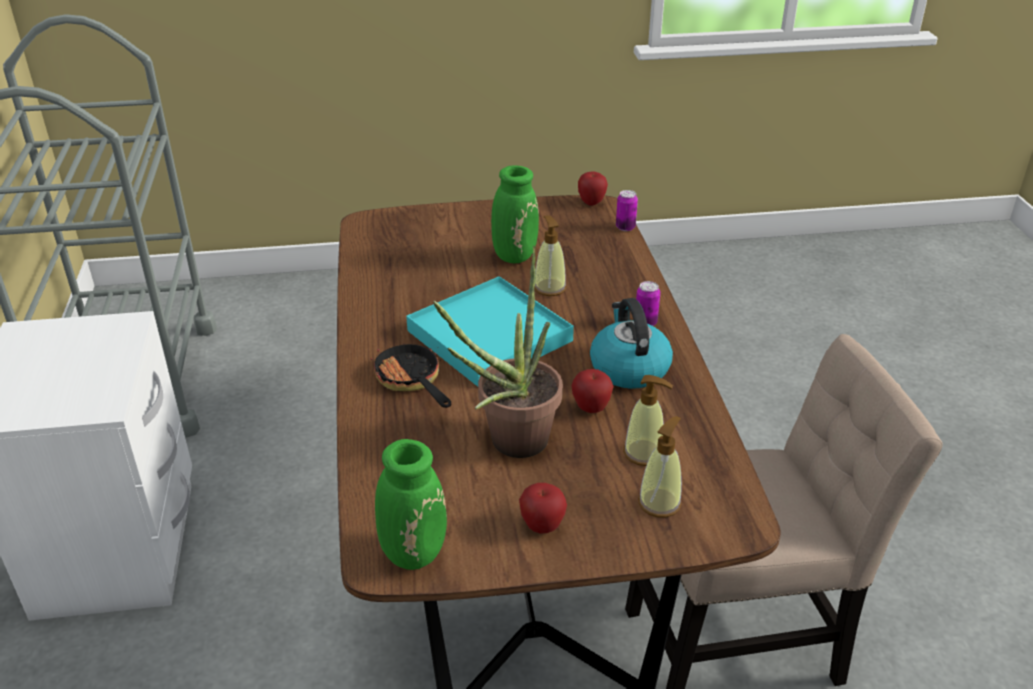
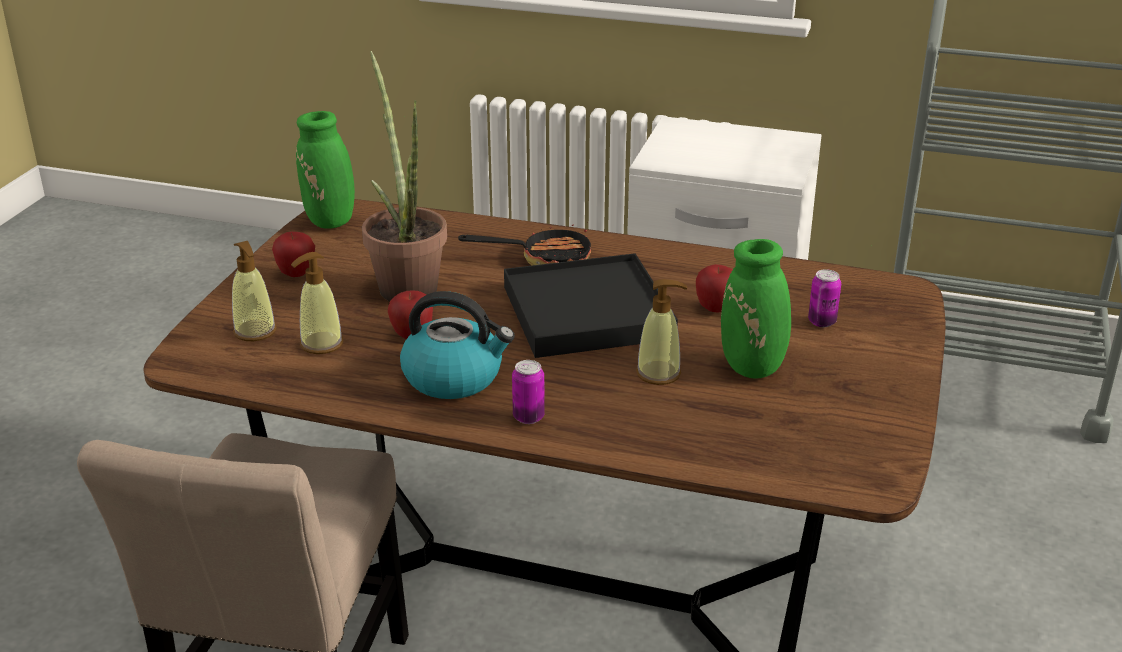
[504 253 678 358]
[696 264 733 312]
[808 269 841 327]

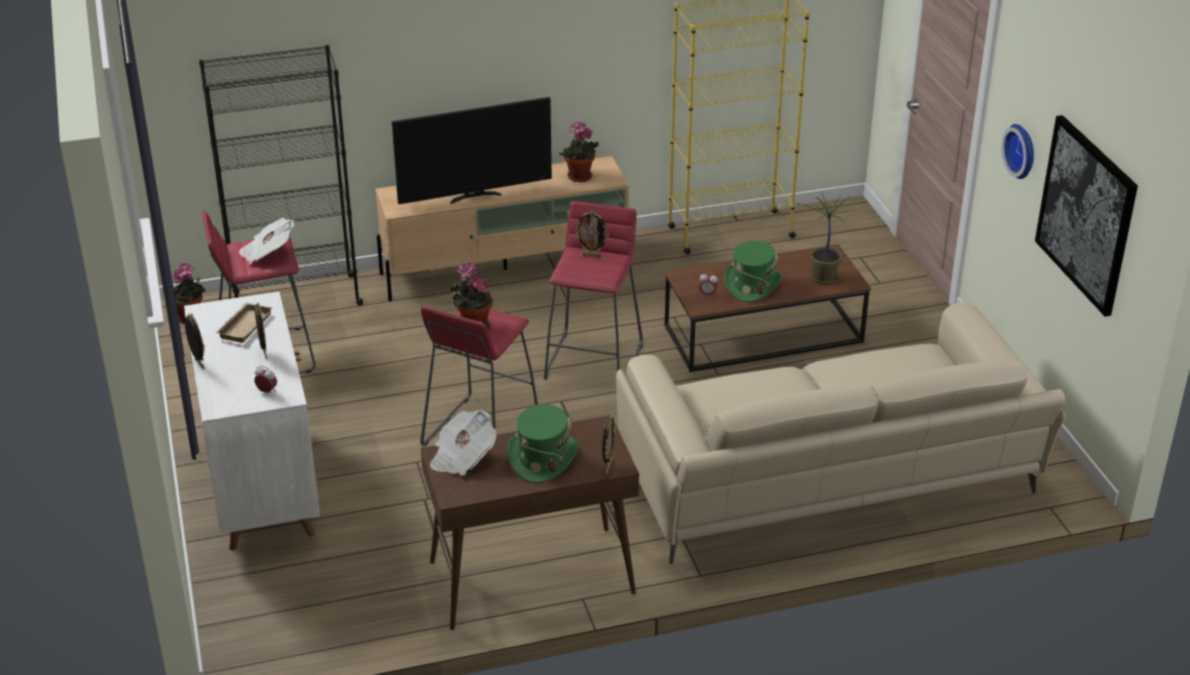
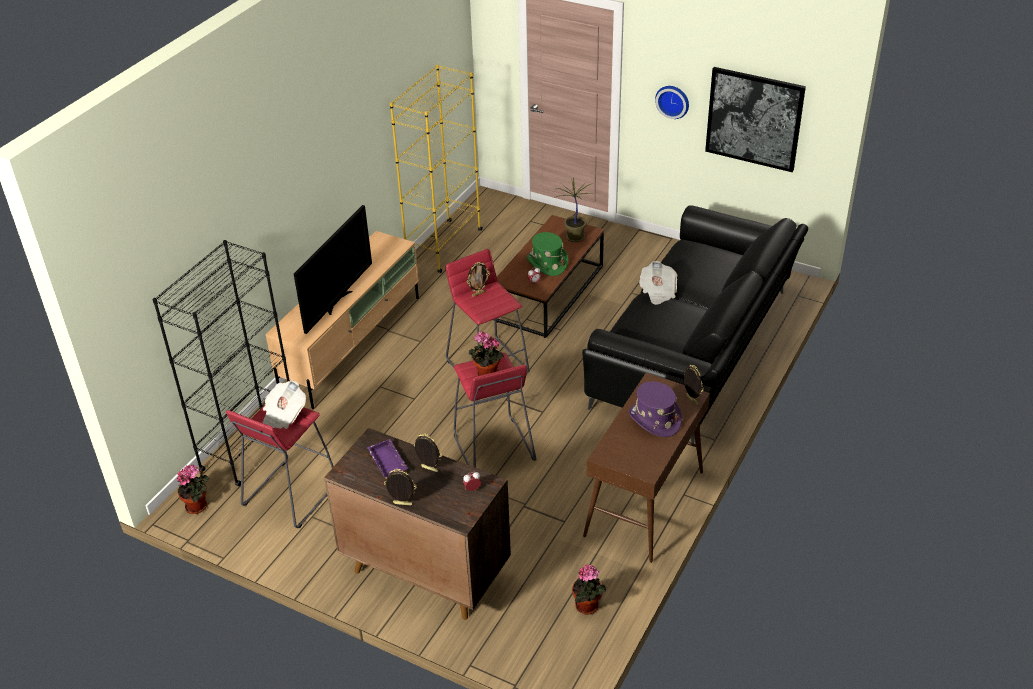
[324 428 511 620]
[367 439 408 478]
[572 565 606 614]
[582 205 808 443]
[629 381 682 437]
[639 261 677 305]

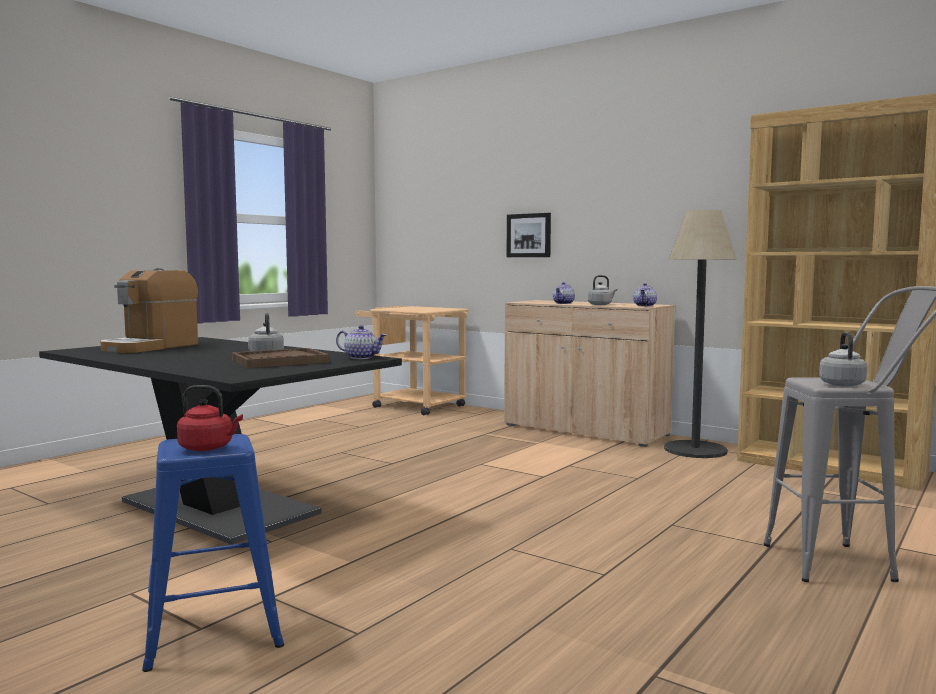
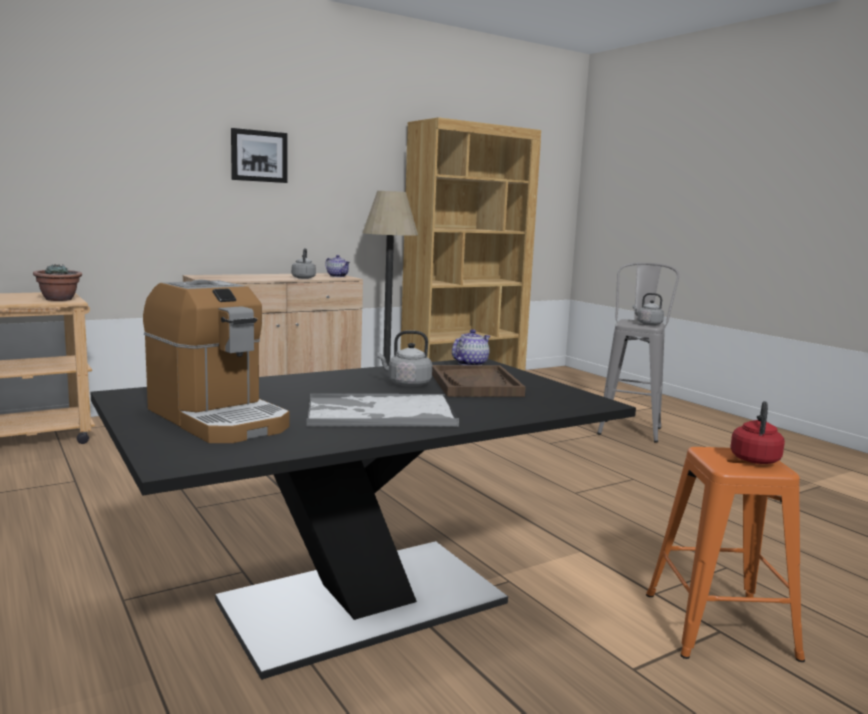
[33 264 82 301]
[231 128 287 183]
[306 394 459 427]
[646 447 805 662]
[553 282 575 304] (first image)

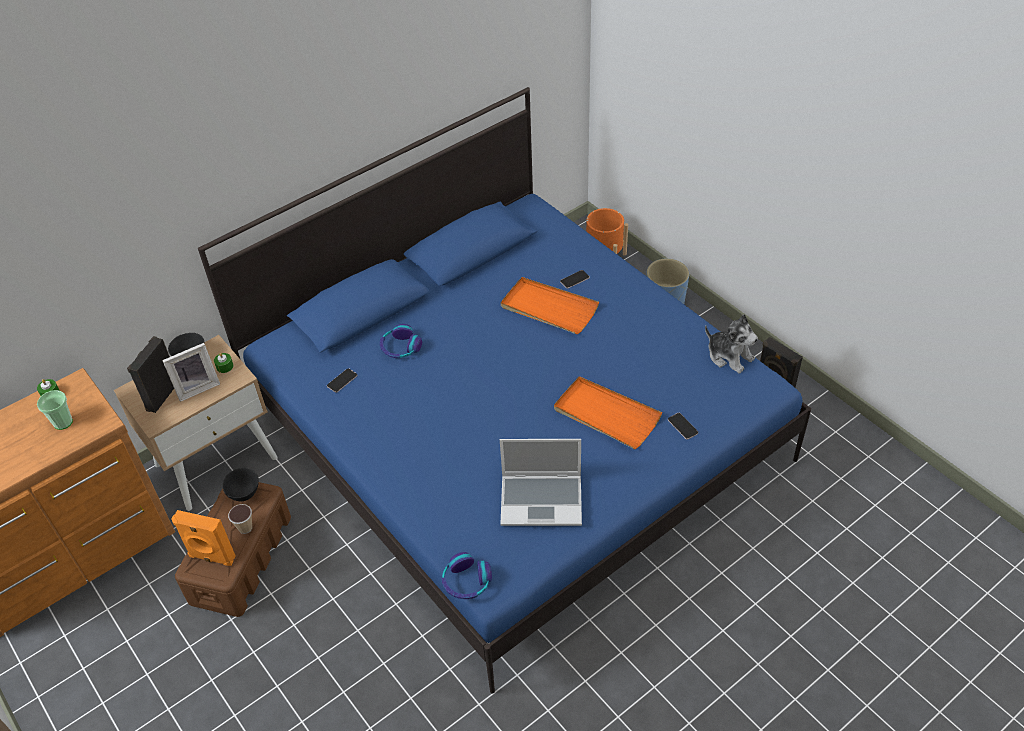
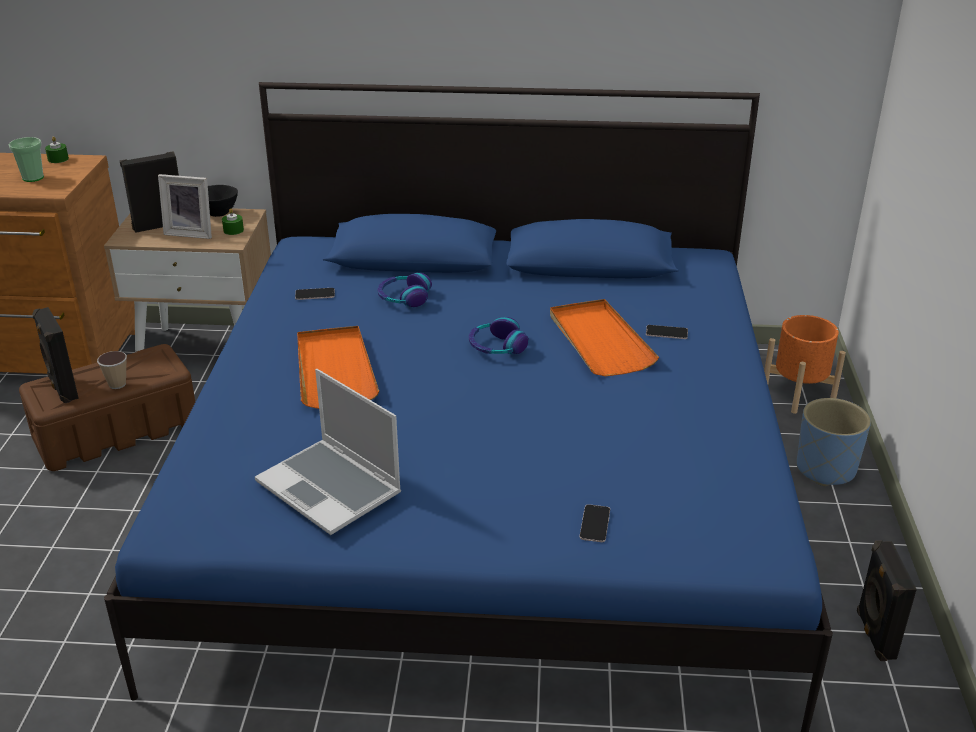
[32 307 79 403]
[297 326 379 409]
[469 317 529 354]
[222 468 259 501] (first image)
[705 314 758 374] (first image)

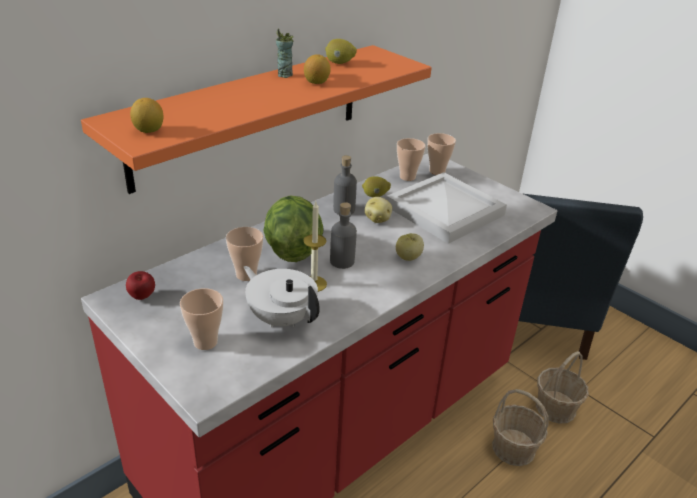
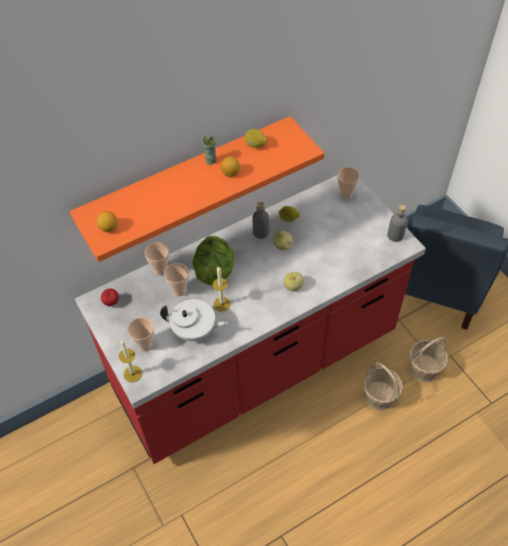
[119 339 142 382]
[145 242 169 275]
[160 299 228 342]
[387 205 408 242]
[386 172 507 244] (first image)

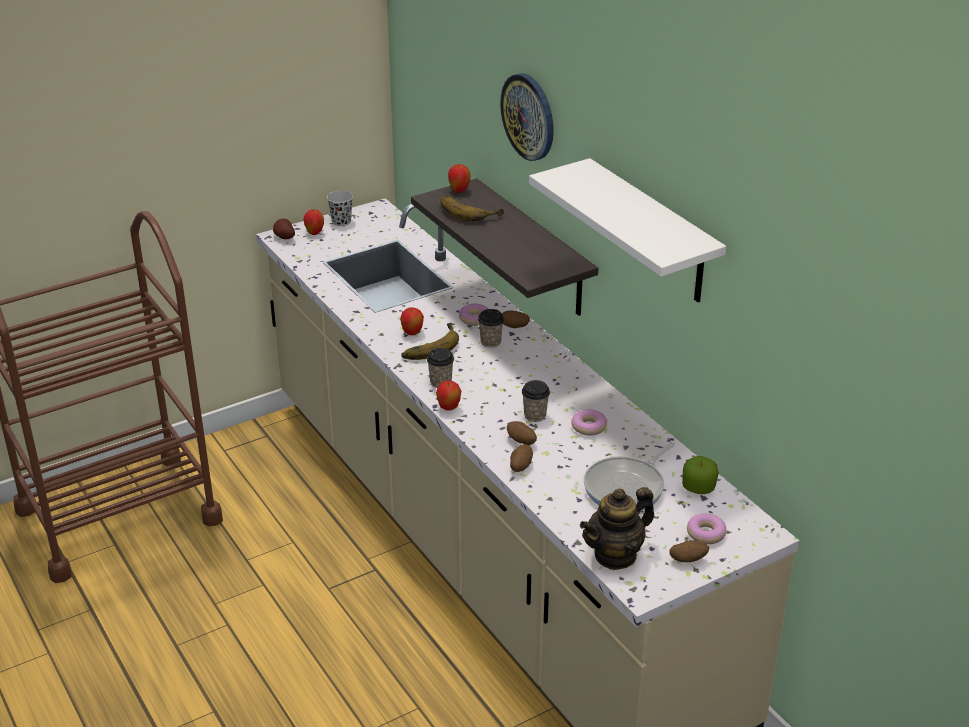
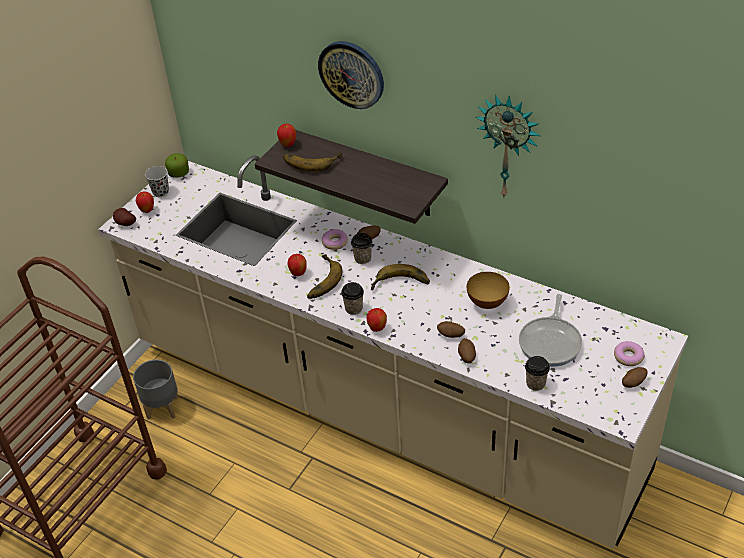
[133 359 179 420]
[165 153 189 178]
[371 264 430 290]
[467 272 510 309]
[476 94 540 199]
[525 356 550 391]
[580 487 654 570] (first image)

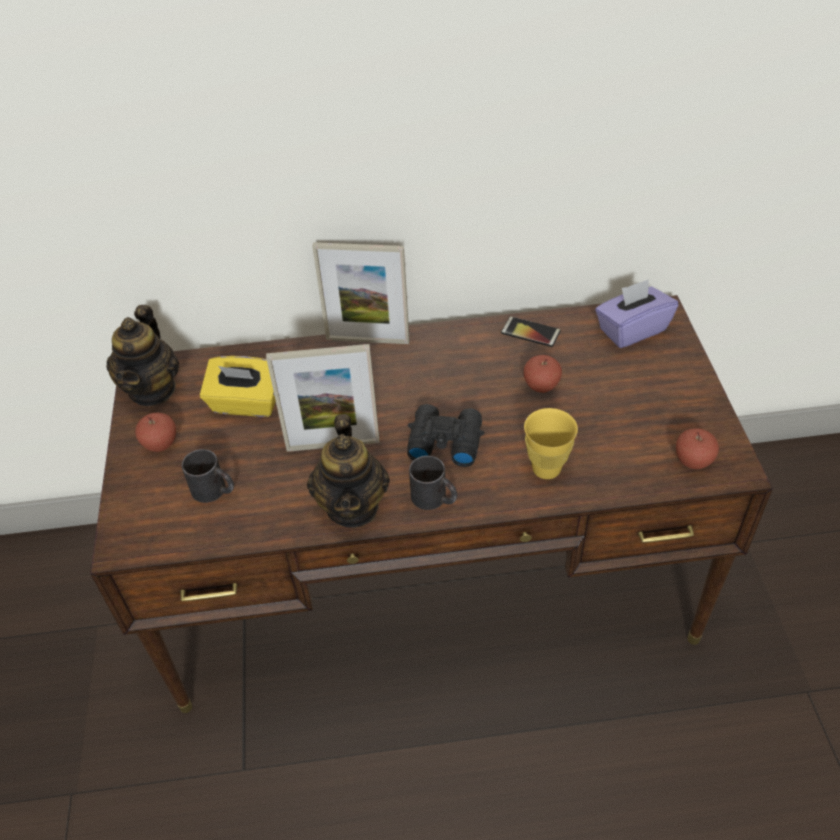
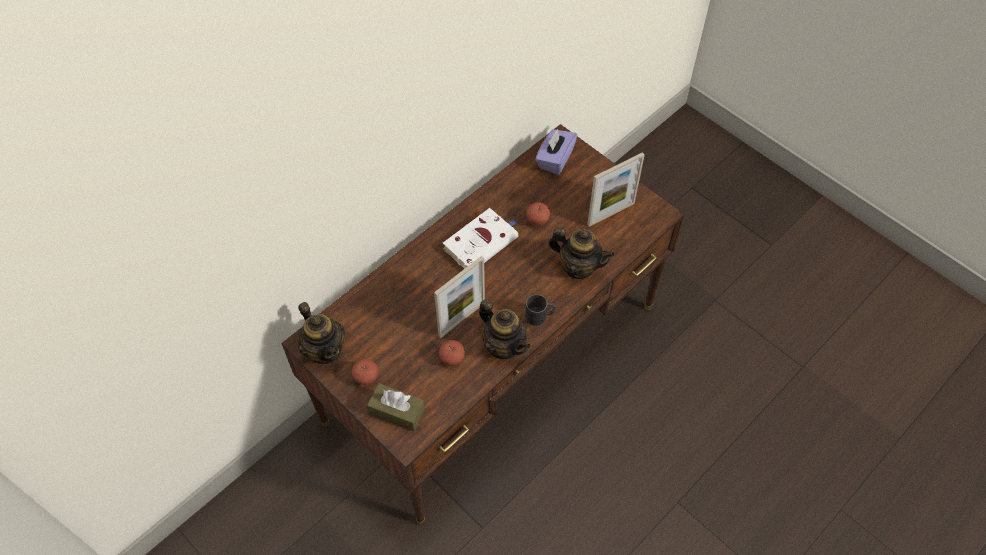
[367 383 425 431]
[439 340 465 366]
[443 208 518 269]
[548 227 615 279]
[587 152 645 227]
[182 449 234 503] (first image)
[200 356 276 417] (first image)
[407 404 484 467] (first image)
[501 316 561 347] (first image)

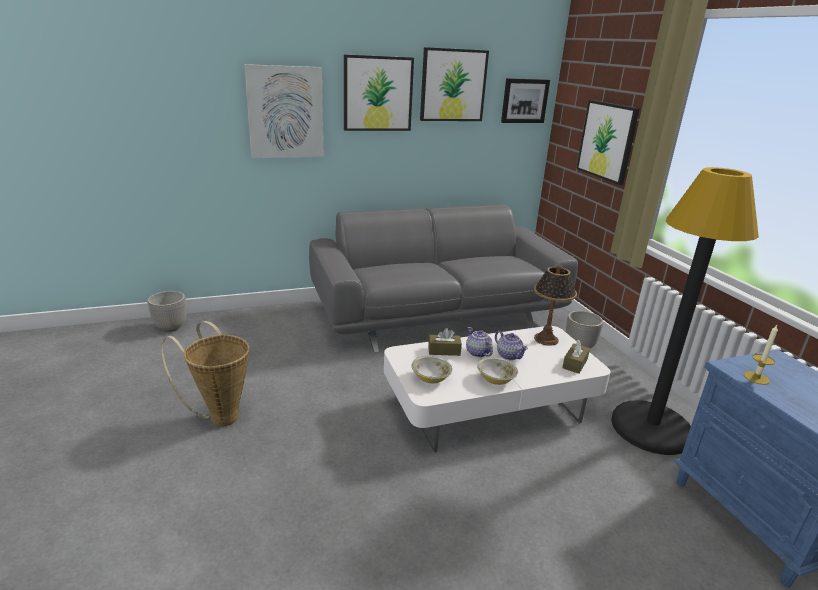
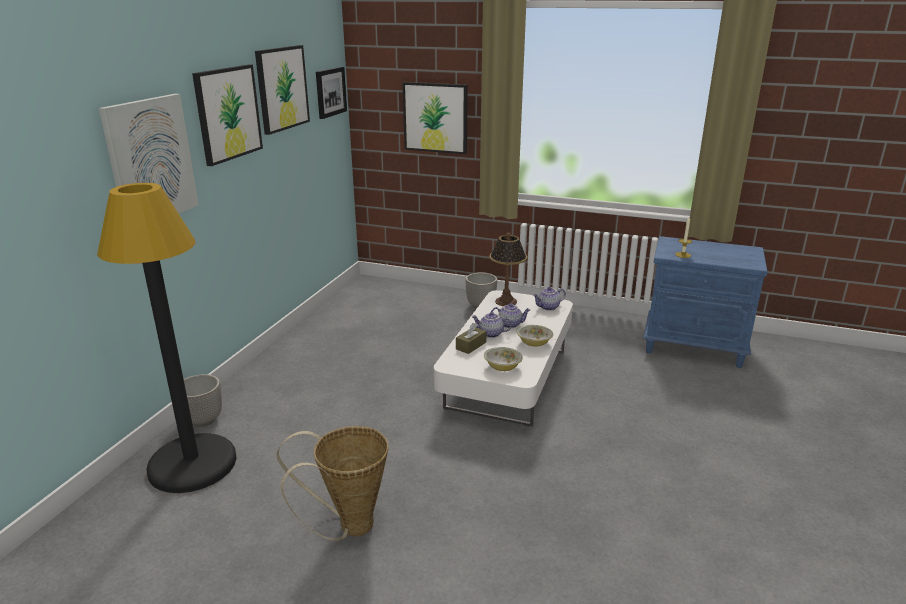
[97 183 237 493]
[184 374 222 427]
[533 287 566 311]
[309 204 578 353] (first image)

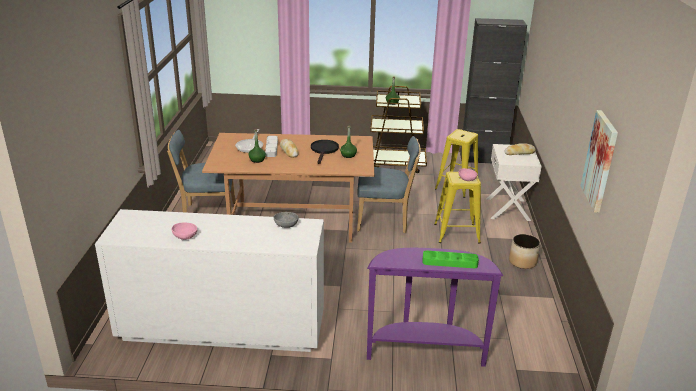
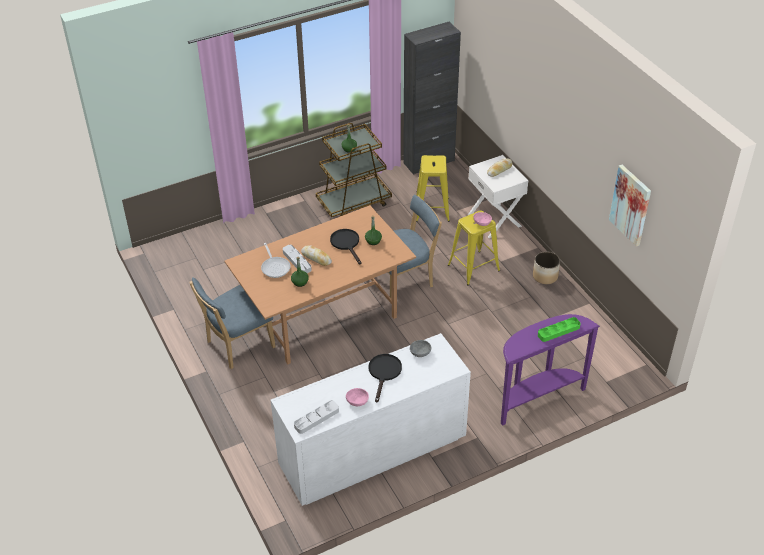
[294 400 339 434]
[369 354 402 403]

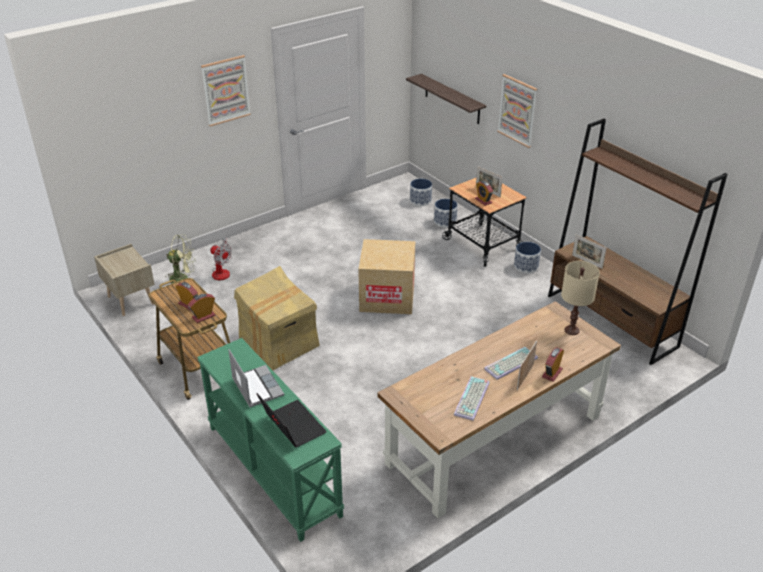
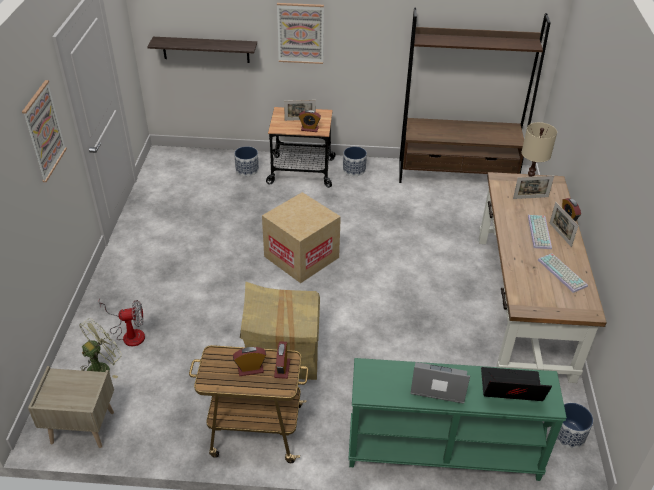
[513 176 554 199]
[556 403 593 448]

